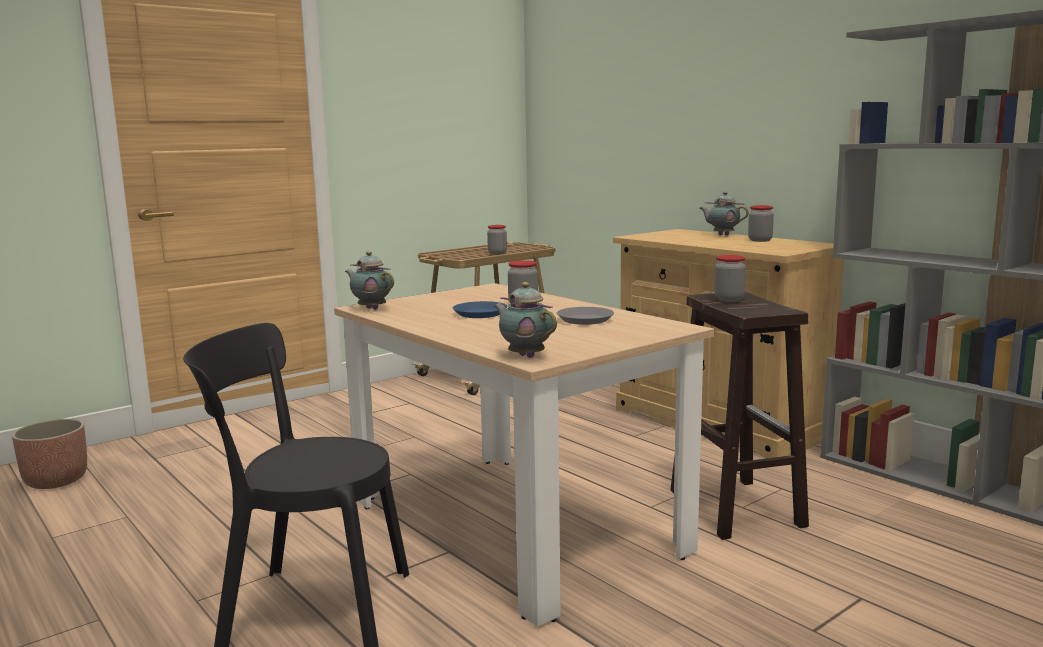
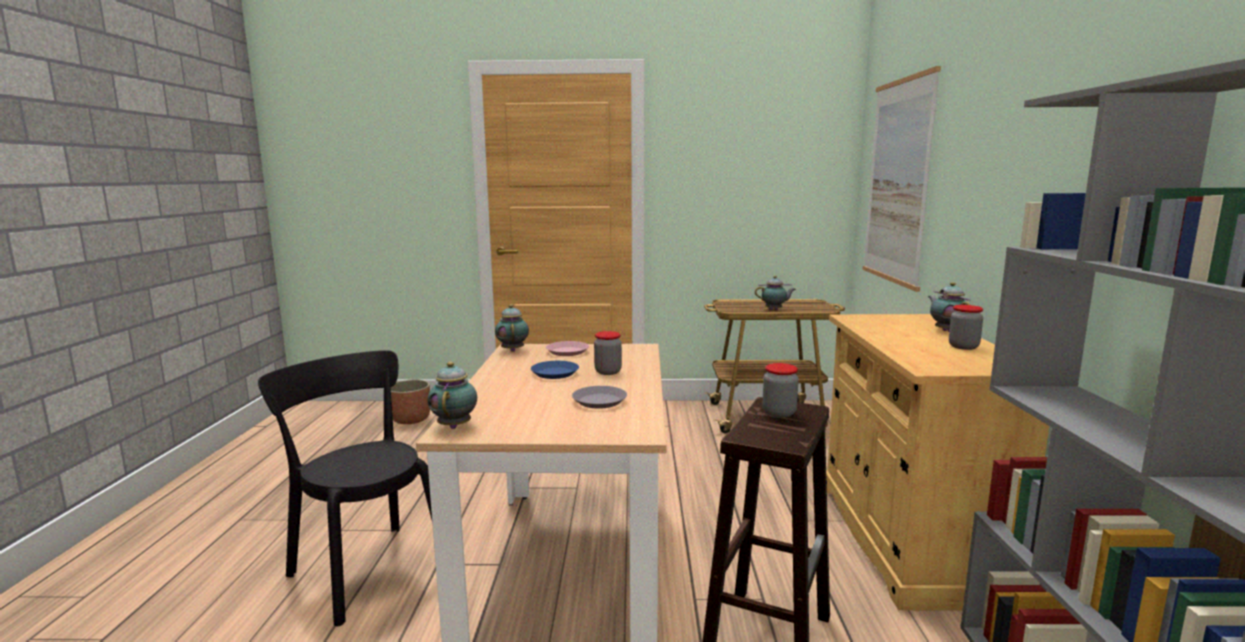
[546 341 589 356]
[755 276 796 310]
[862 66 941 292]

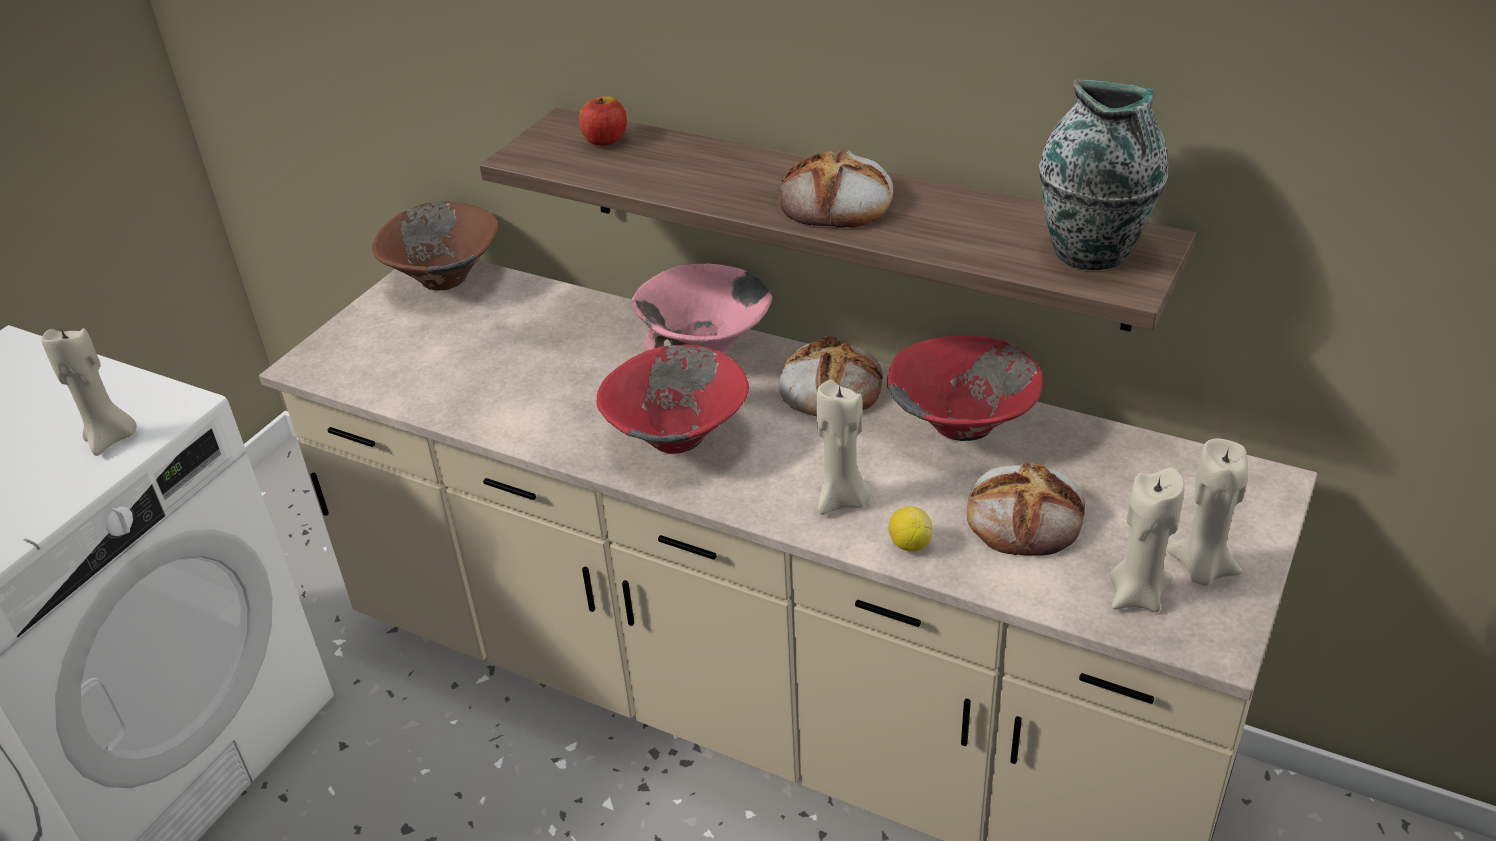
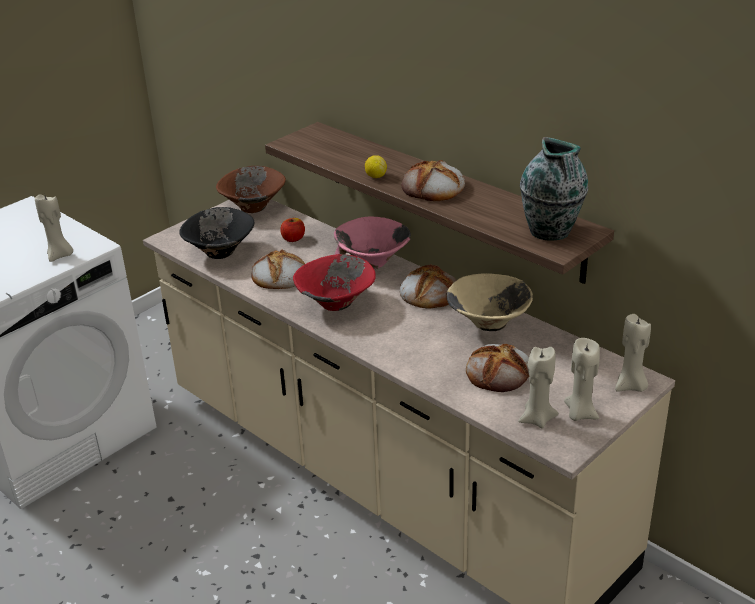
[180 207 254 259]
[251 249 305 289]
[280 218 305 242]
[365 155 387 178]
[447 273 533 331]
[615 314 651 392]

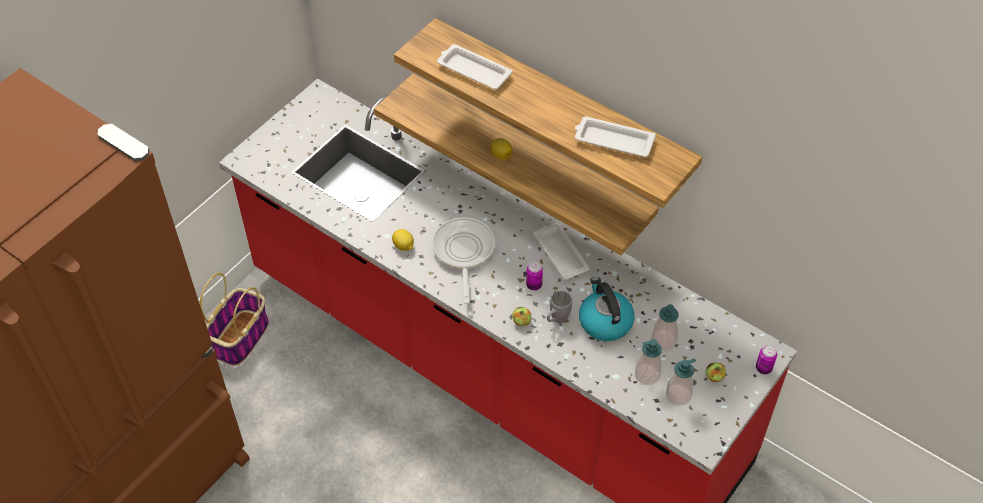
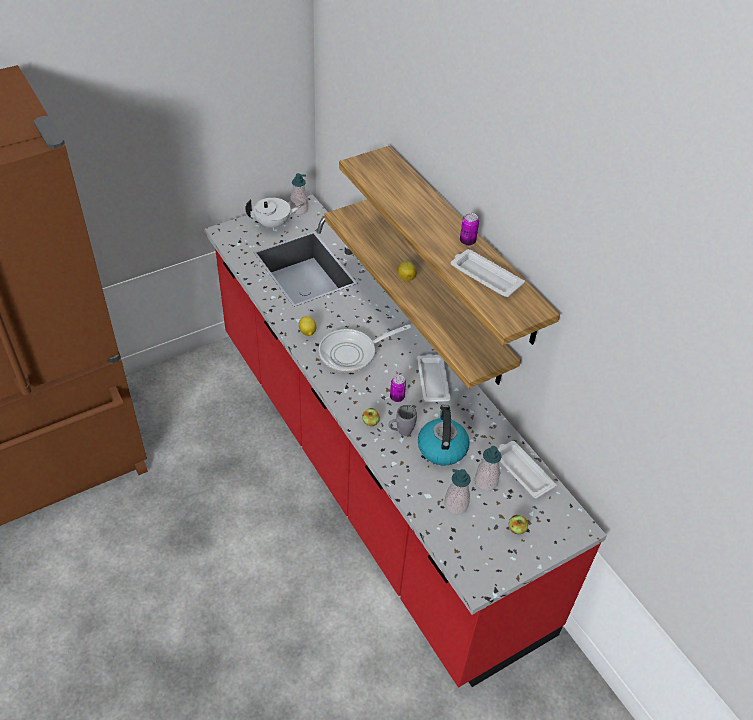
[245 198 301 231]
[290 173 309 215]
[319 324 411 372]
[460 213 479 246]
[498 441 557 498]
[200 273 269 366] (first image)

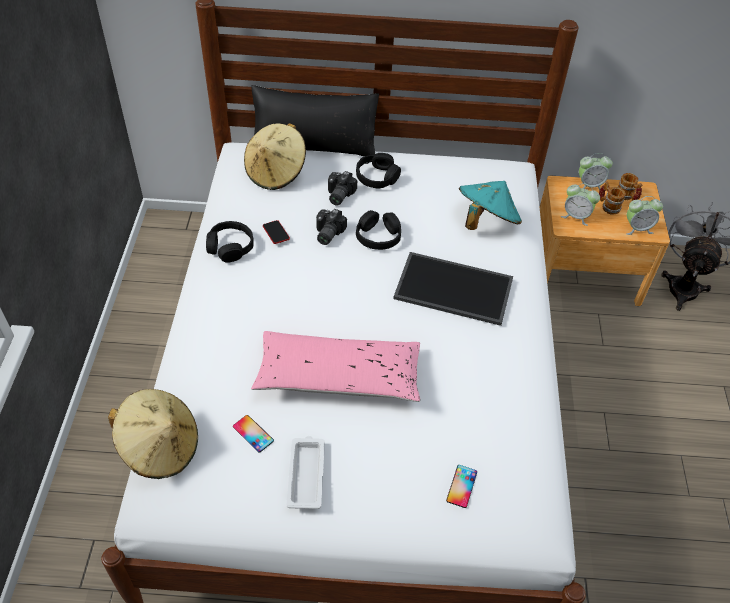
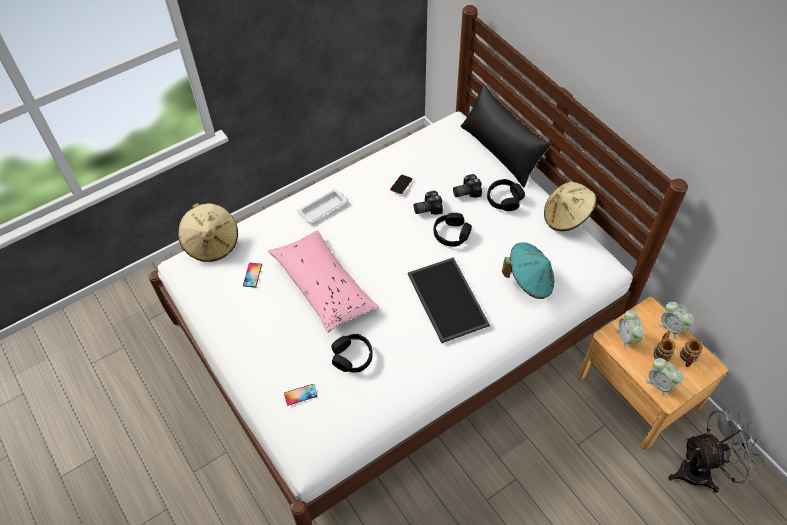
[297 189 346 223]
[331 334 373 372]
[544 181 598 231]

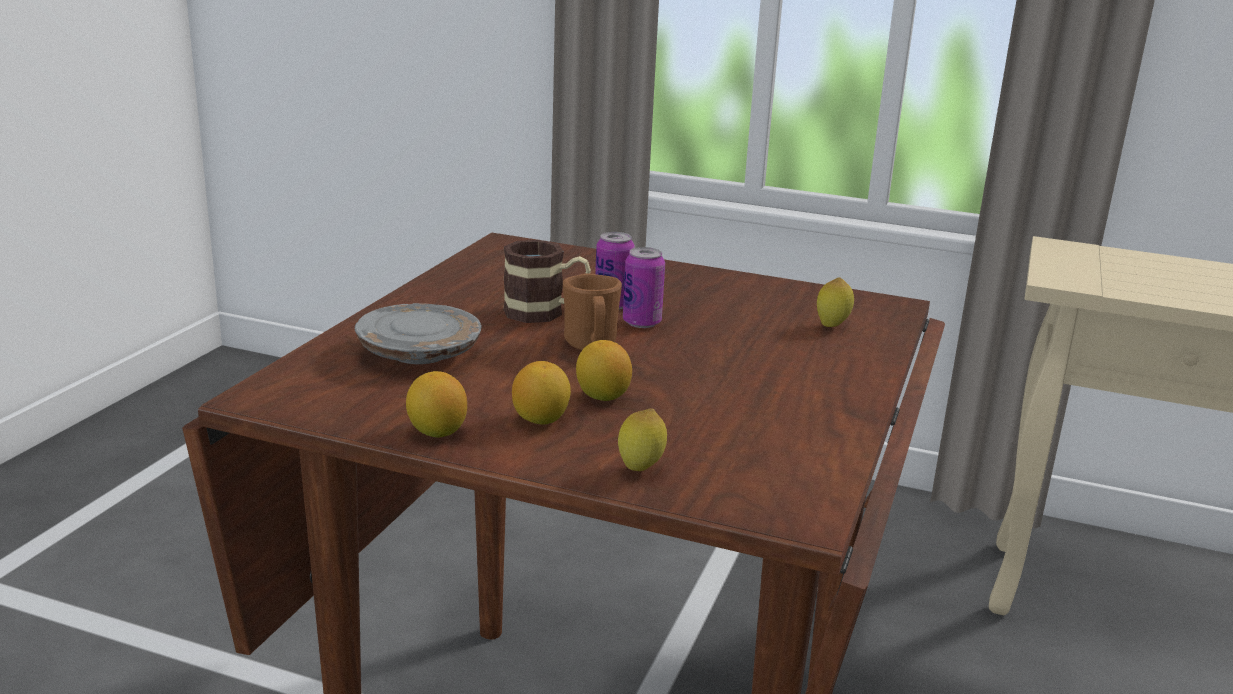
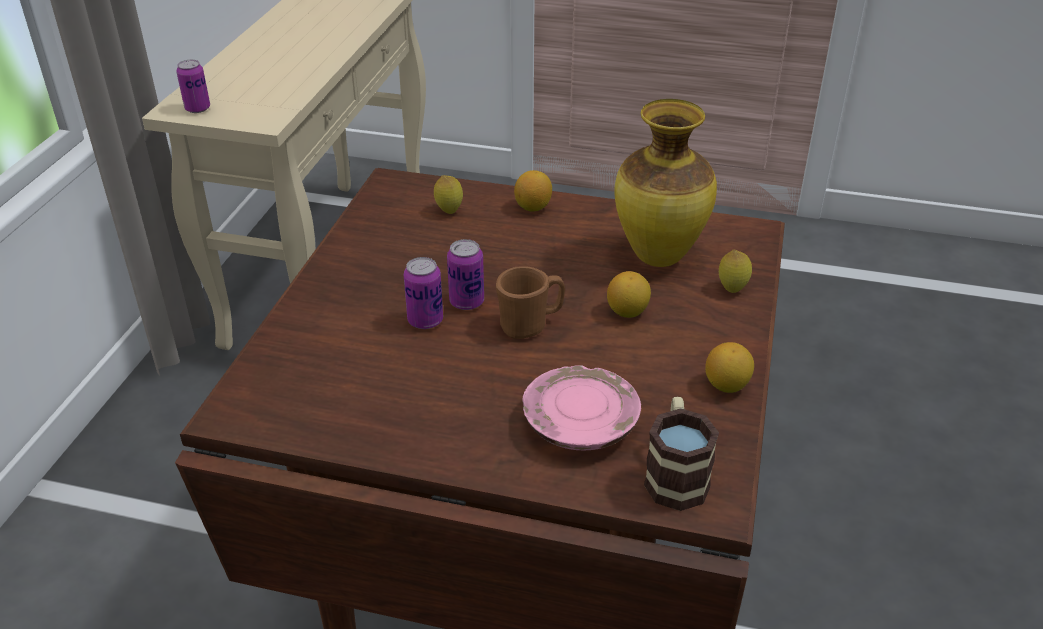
[176 60 210 113]
[514 170 552 212]
[522 365 641 450]
[614 99 717 267]
[644 397 719 511]

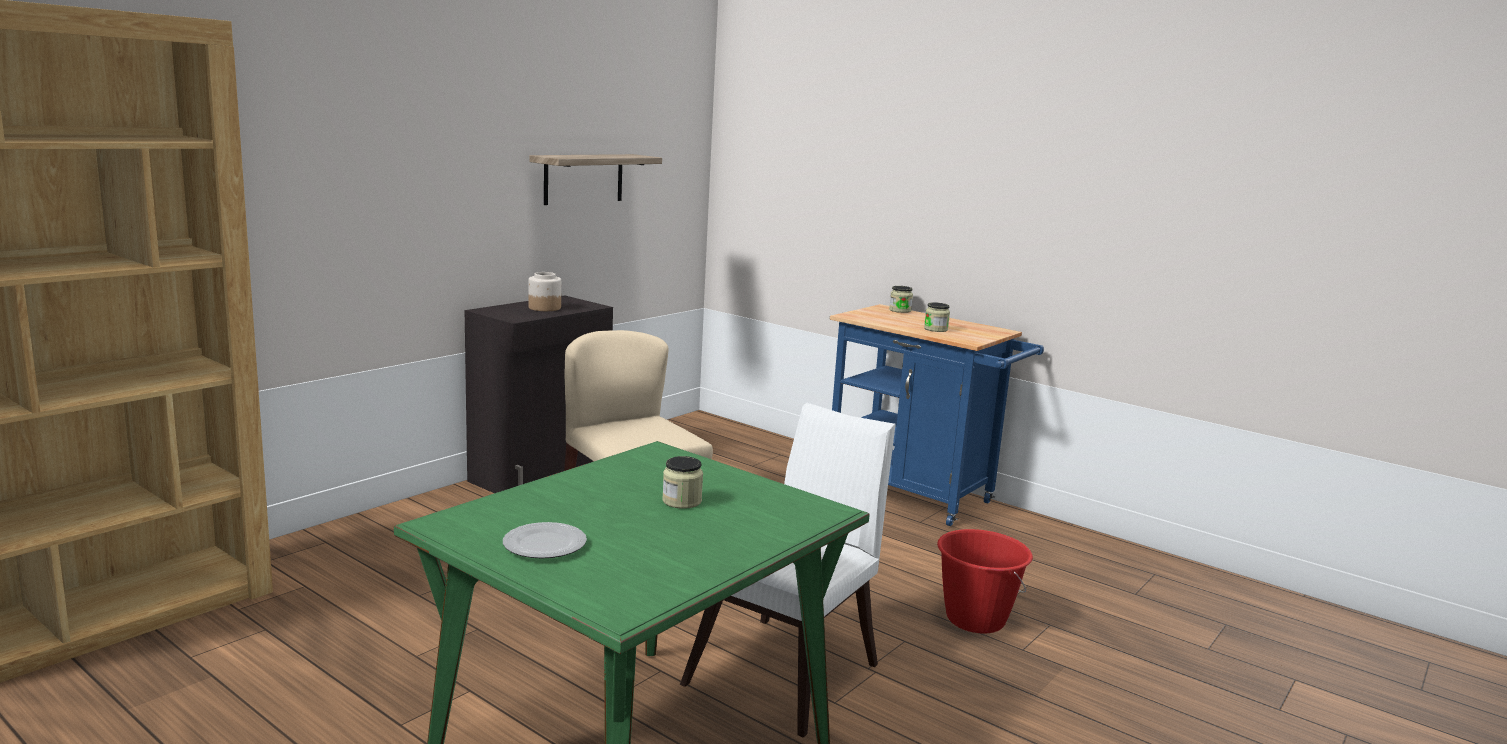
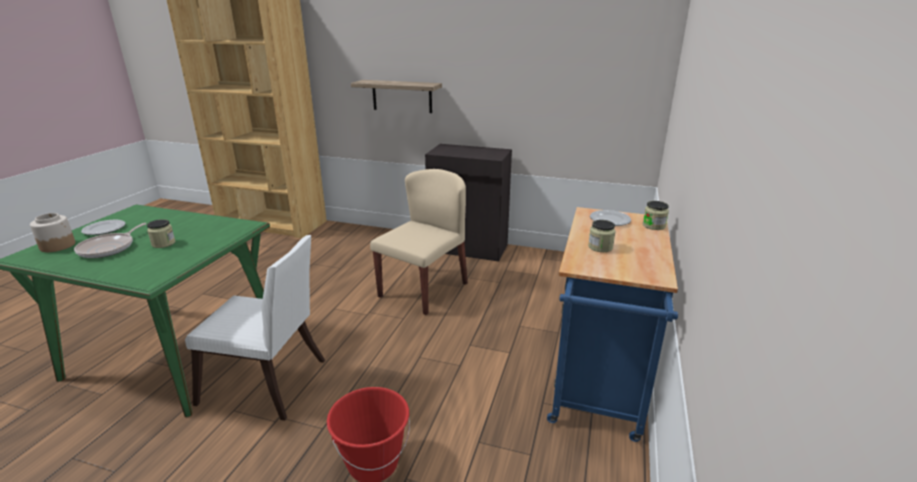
[30 213 75 252]
[74 223 147 258]
[351 80 442 113]
[590 210 631 226]

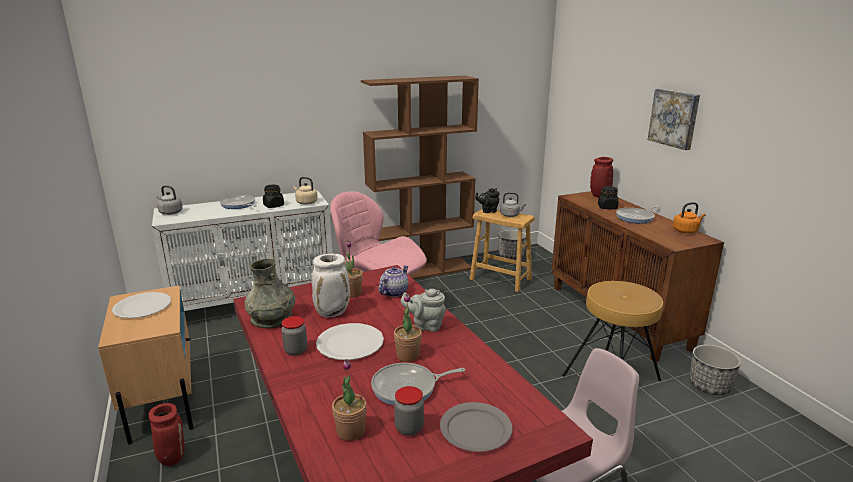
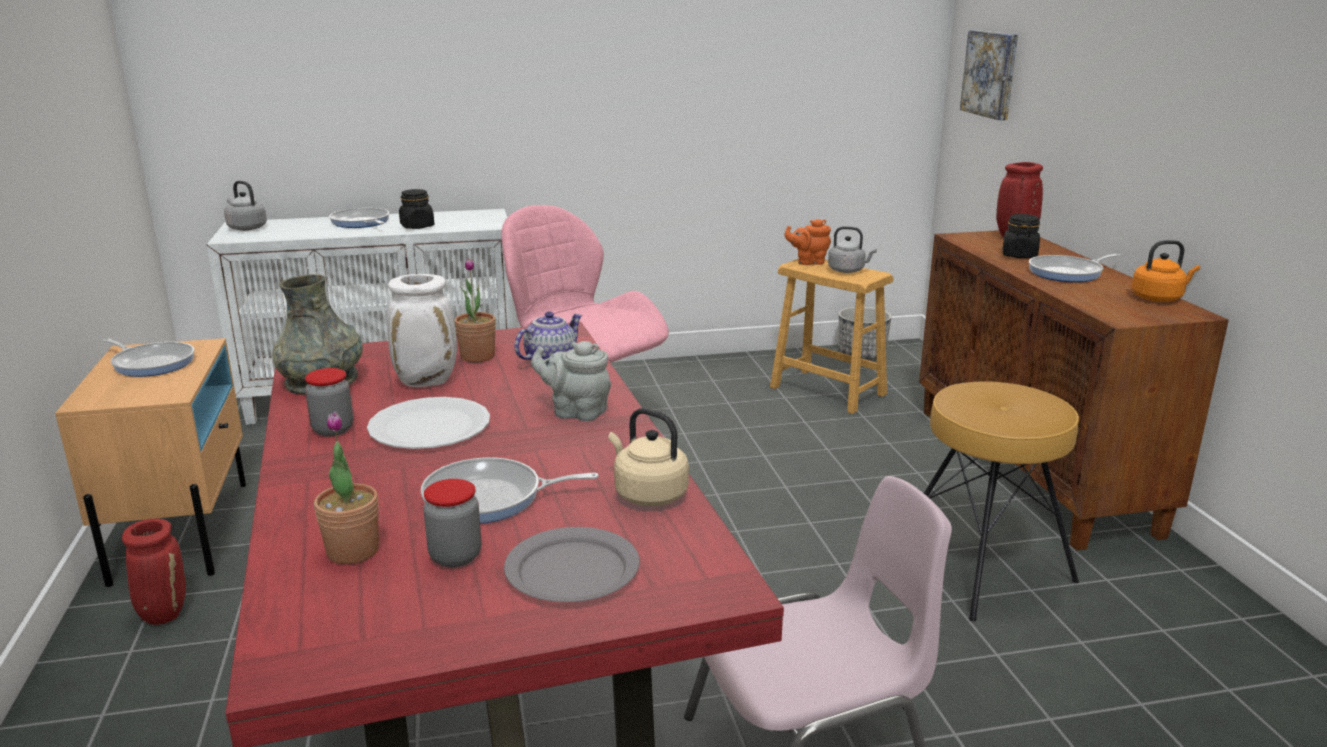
[103 339 194 377]
[608 408 689 506]
[784 219 831 265]
[960 30 1018 120]
[361 76 479 279] (first image)
[394 293 422 362] (first image)
[690 345 741 395] (first image)

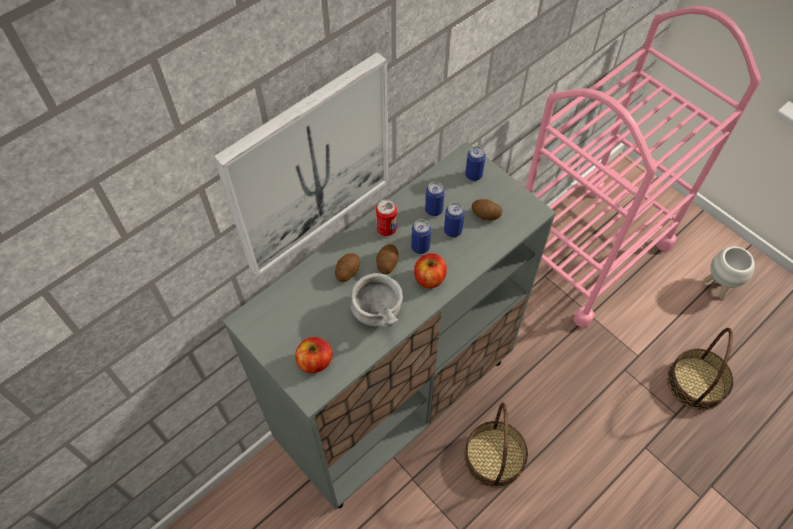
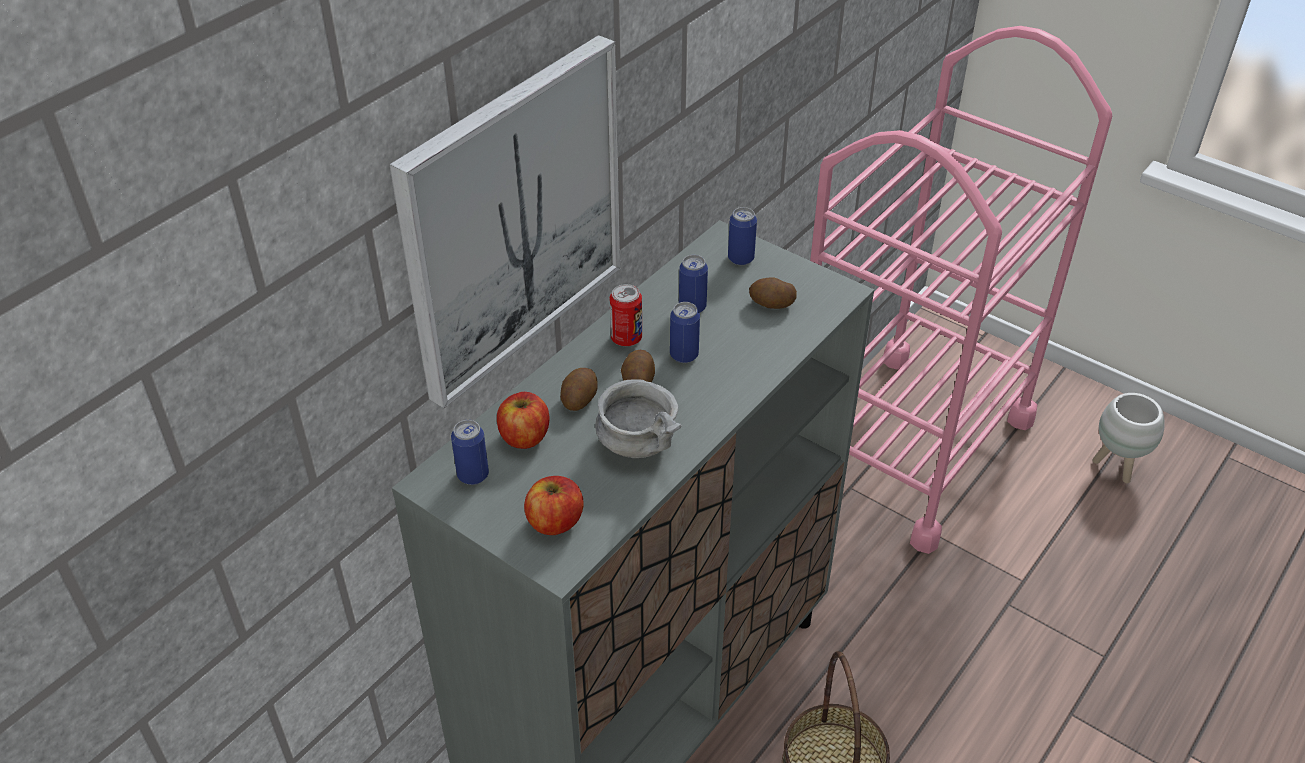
[451 420 489 485]
[497 392 549 449]
[667 328 733 410] (first image)

